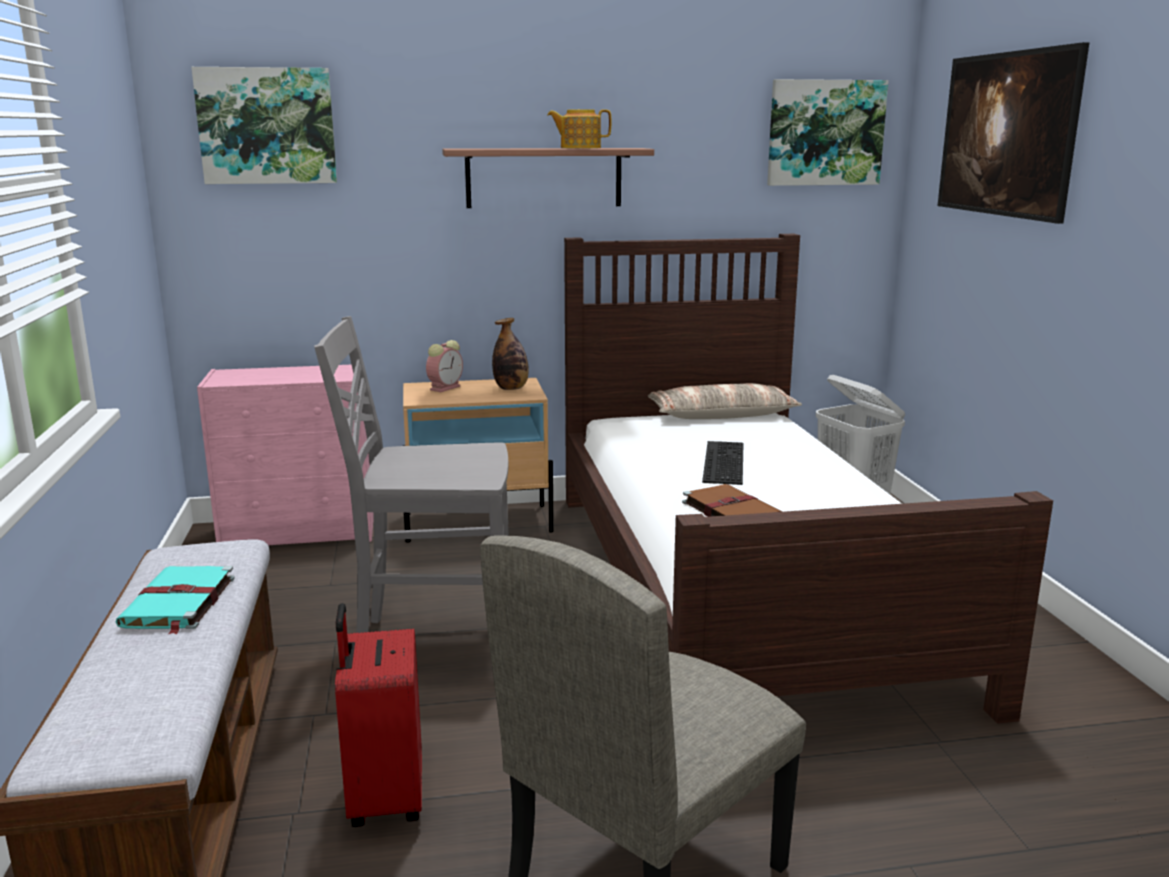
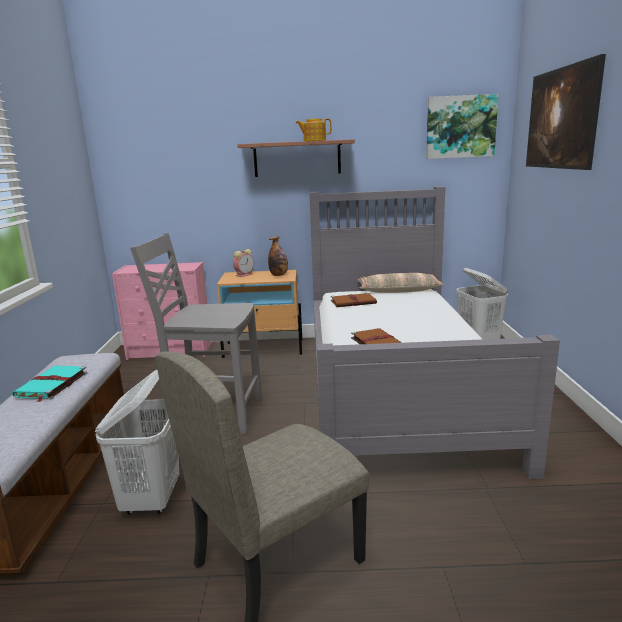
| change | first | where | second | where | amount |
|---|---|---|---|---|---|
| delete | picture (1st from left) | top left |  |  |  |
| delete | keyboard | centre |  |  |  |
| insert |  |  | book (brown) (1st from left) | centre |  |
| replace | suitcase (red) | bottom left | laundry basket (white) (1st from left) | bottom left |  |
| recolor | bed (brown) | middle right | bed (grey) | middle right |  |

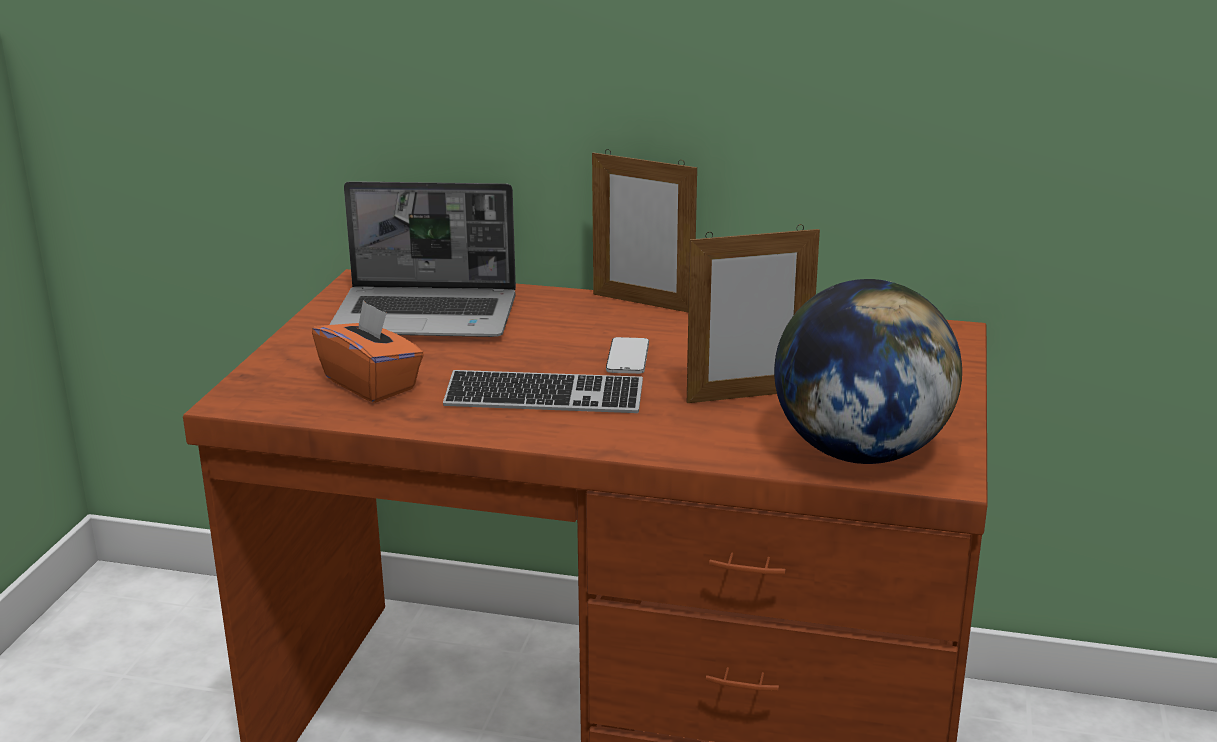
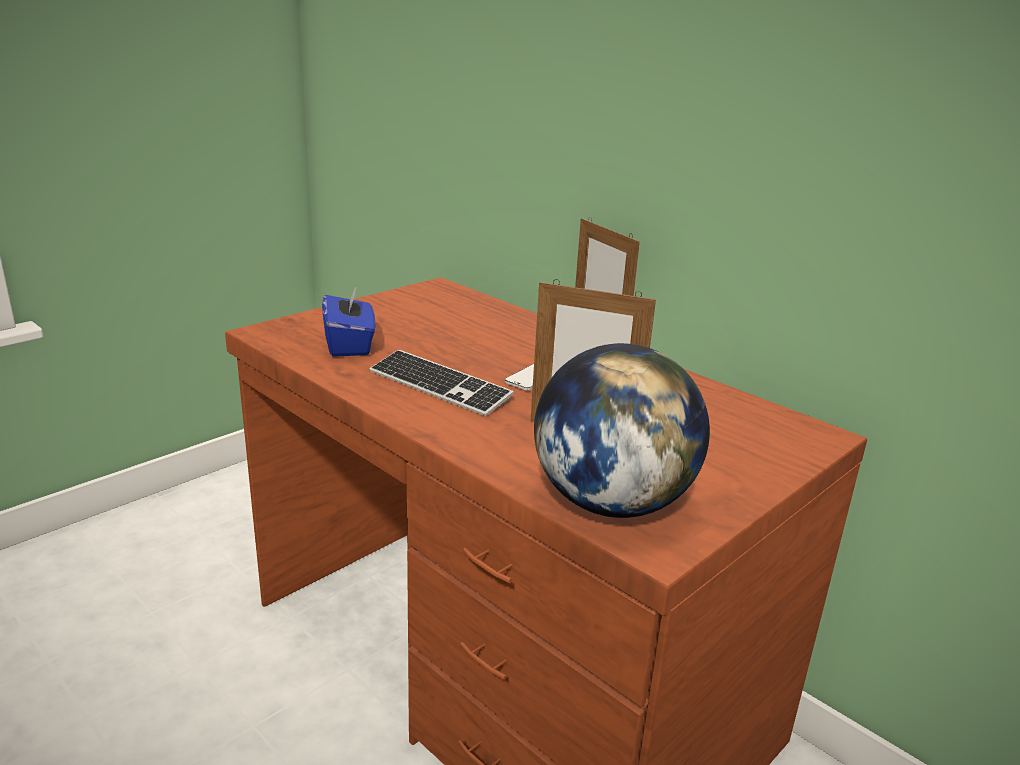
| change | first | where | second | where | amount |
|---|---|---|---|---|---|
| delete | laptop | centre |  |  |  |
| recolor | tissue box (orange) | middle left | tissue box (blue) | centre |  |

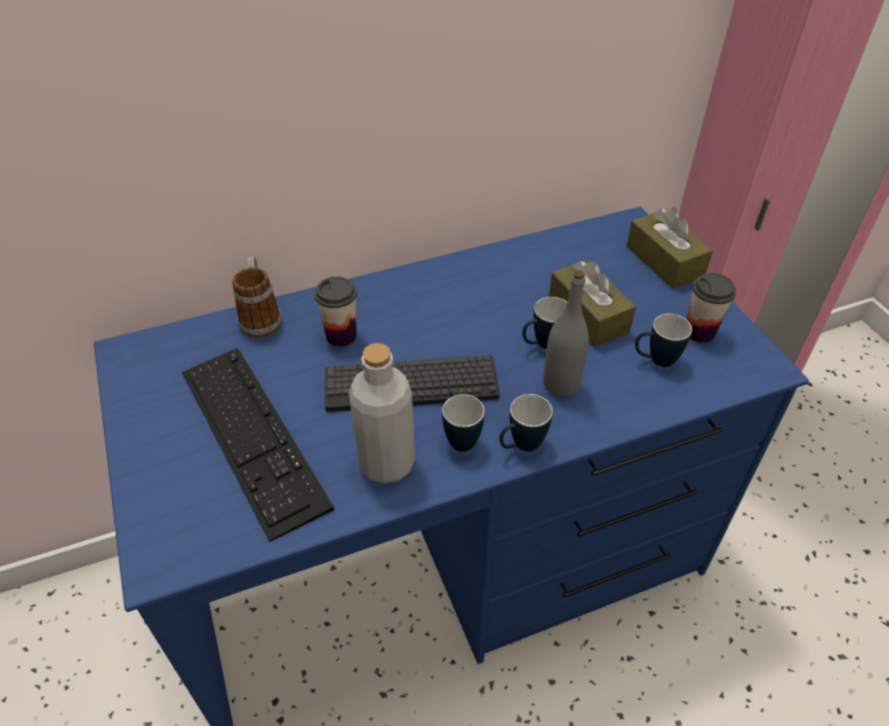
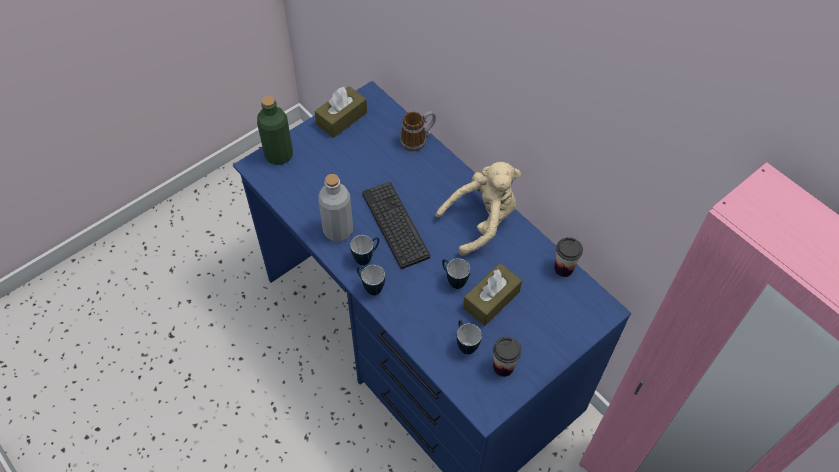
| change | first | where | second | where | amount |
|---|---|---|---|---|---|
| delete | keyboard (1st from left) | middle left |  |  |  |
| delete | bottle (grey) (2nd from left) | centre |  |  |  |
| insert |  |  | bottle (green) | top left |  |
| insert |  |  | plush toy (beige) | centre |  |
| move | cup (1st from left in the first image) | centre | cup (2nd from left) | middle right |  |
| move | tissue box (brown) (2nd from left in the first image) | middle right | tissue box (brown) (1st from left) | top centre |  |

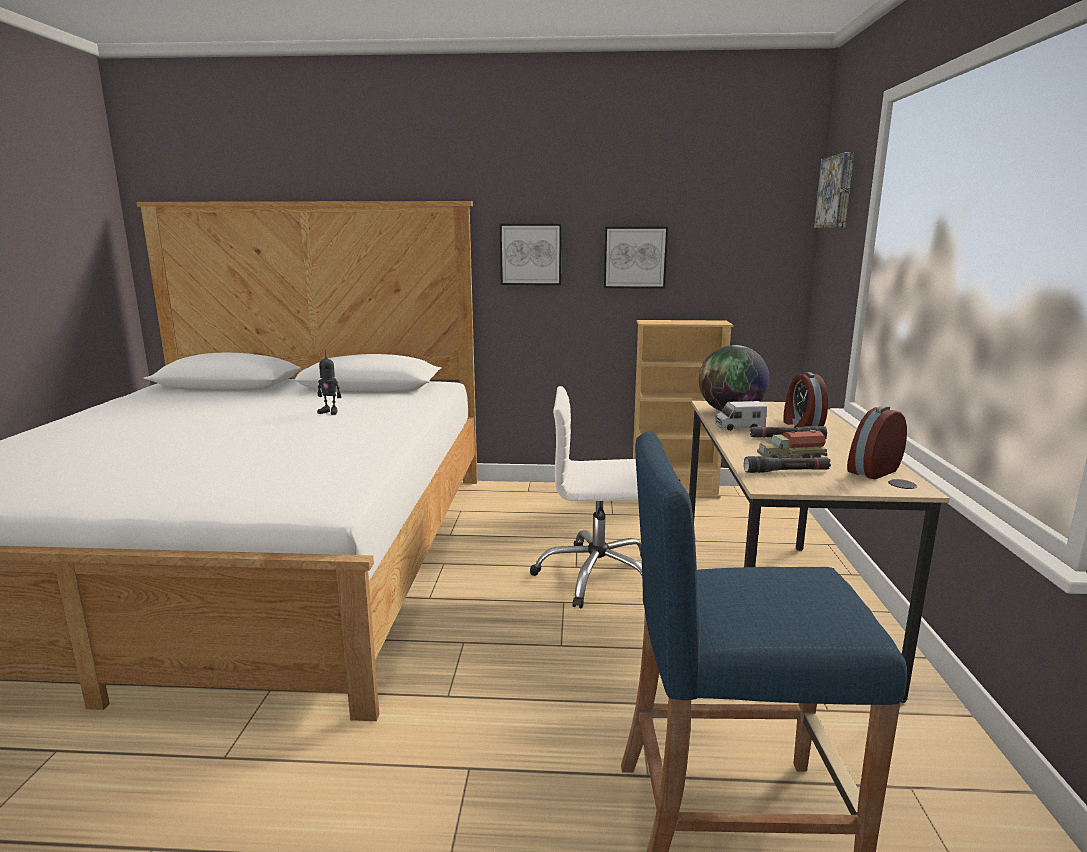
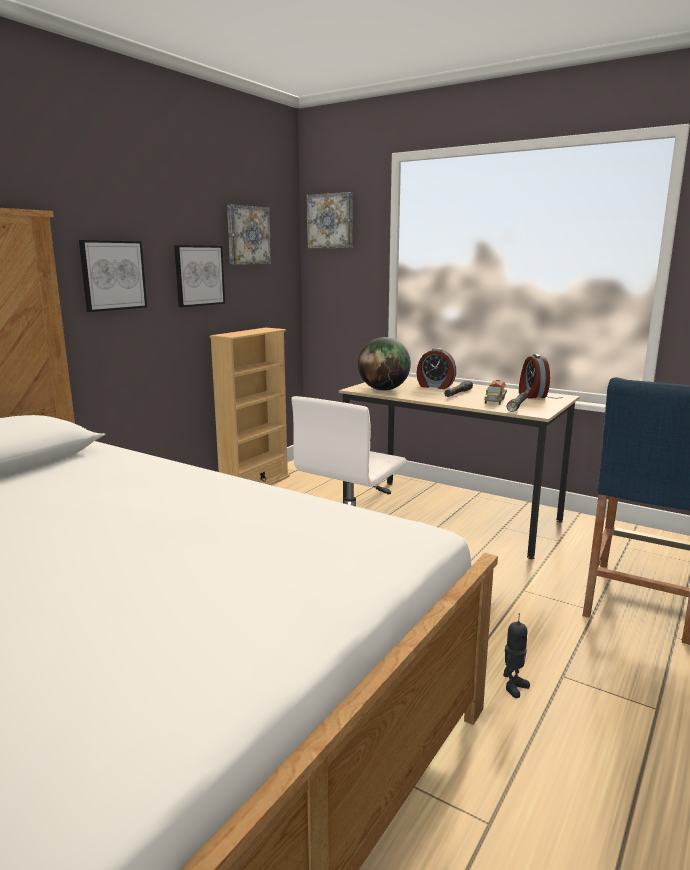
| change | first | where | second | where | amount |
|---|---|---|---|---|---|
| delete | toy truck (1st from left) | middle right |  |  |  |
| insert |  |  | picture (3rd from left) | top centre |  |
| move | toy robot | middle left |  | bottom right |  |

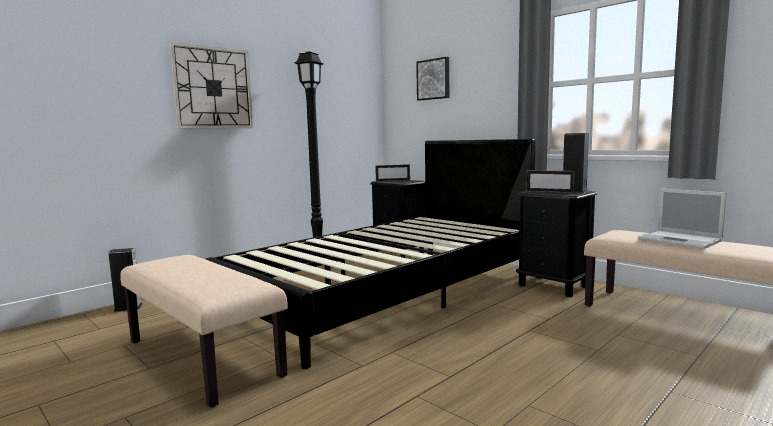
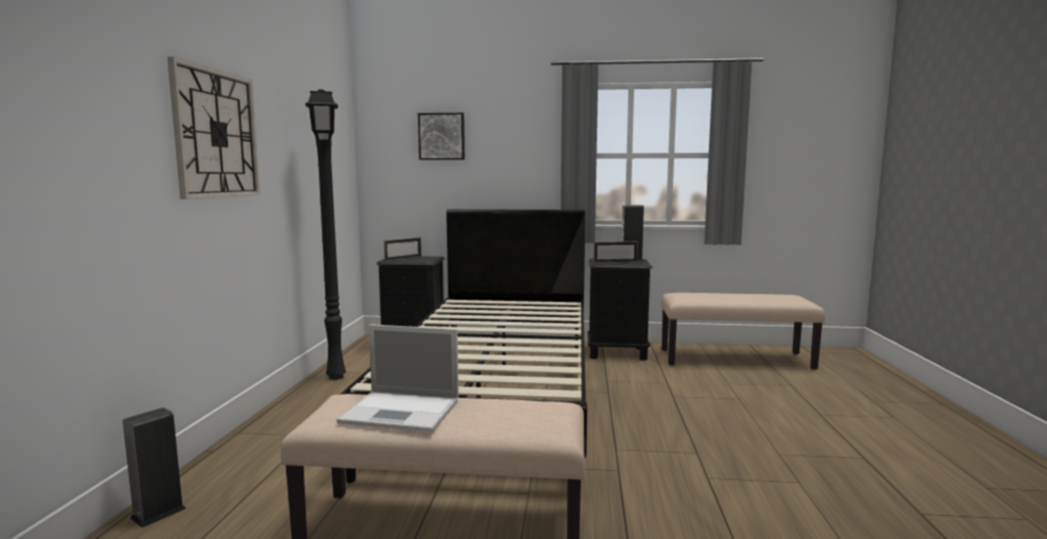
| change | first | where | second | where | amount |
|---|---|---|---|---|---|
| move | laptop | middle right |  | bottom centre |  |

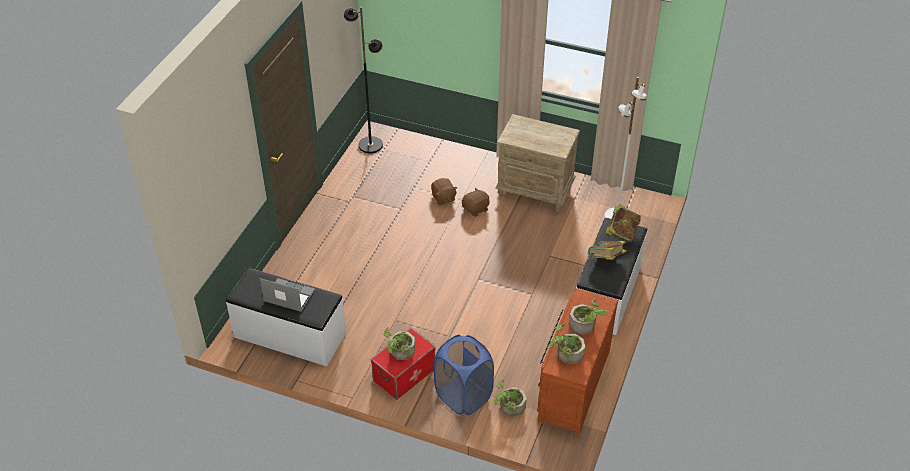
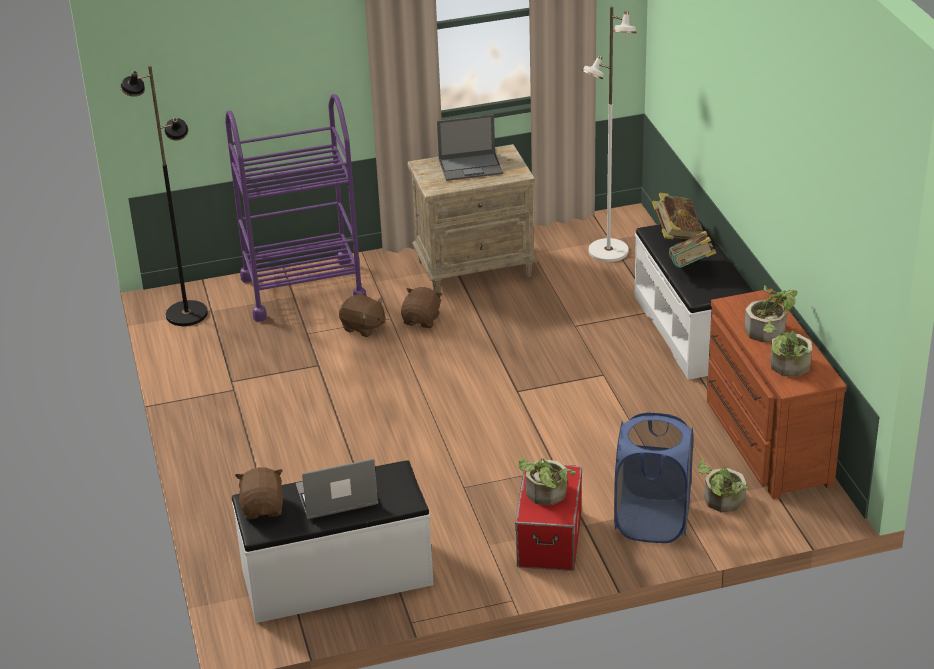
| change | first | where | second | where | amount |
|---|---|---|---|---|---|
| insert |  |  | cart (purple) | top left |  |
| insert |  |  | plush toy (brown) (1st from left) | bottom left |  |
| insert |  |  | laptop (2nd from left) | top centre |  |

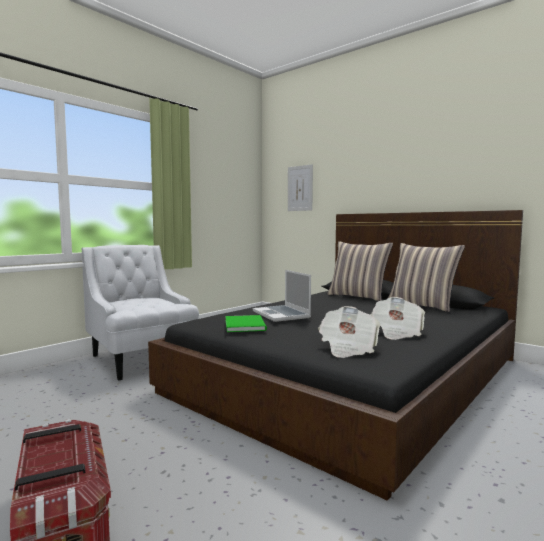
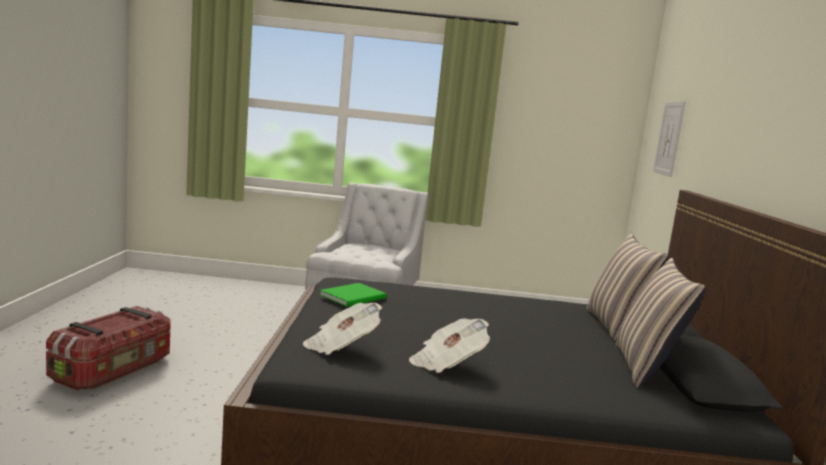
| change | first | where | second | where | amount |
|---|---|---|---|---|---|
| delete | laptop | centre |  |  |  |

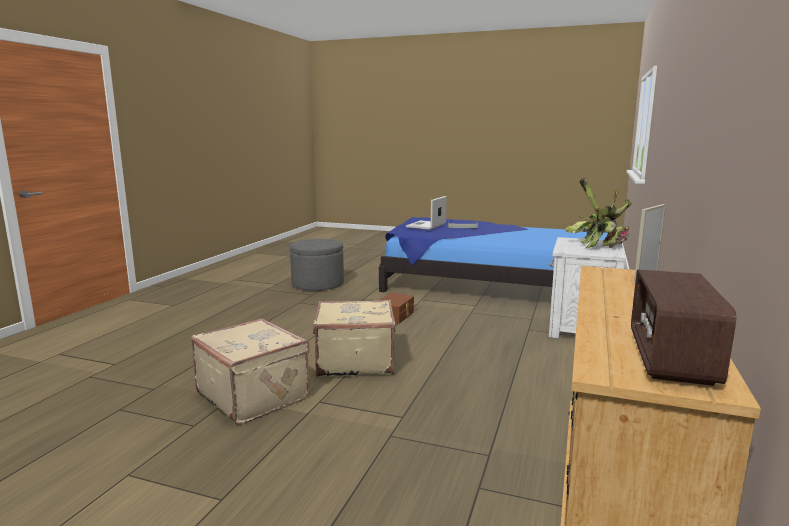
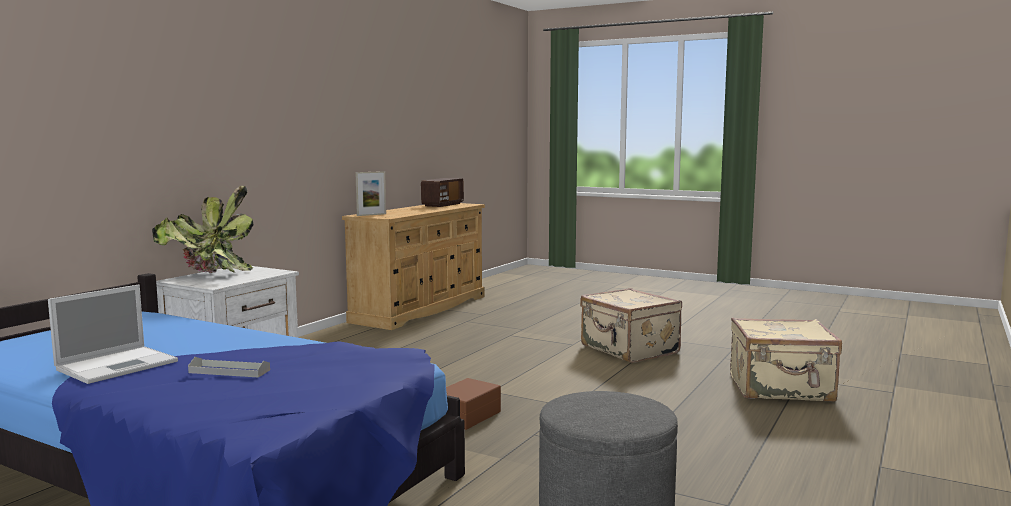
| change | first | where | second | where | amount |
|---|---|---|---|---|---|
| move | suitcase (beige) (2nd from left) | centre |  | bottom right |  |
| move | laptop | centre |  | middle left |  |

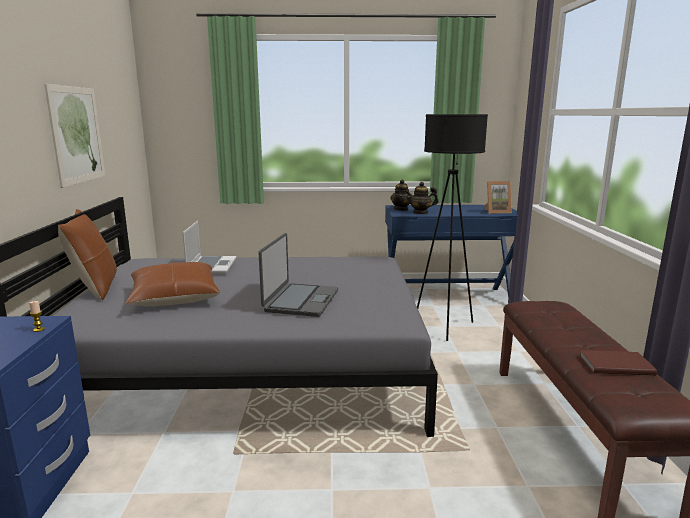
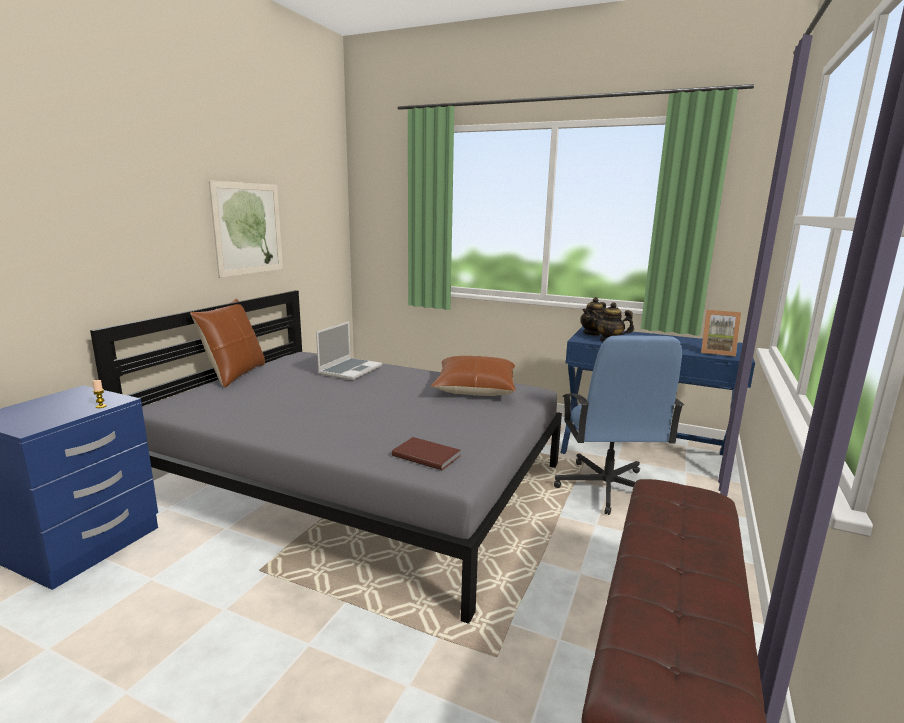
| change | first | where | second | where | amount |
|---|---|---|---|---|---|
| delete | laptop (2nd from left) | centre |  |  |  |
| move | pillow (brown) (2nd from left) | middle left |  | centre |  |
| move | book (brown) | bottom right |  | centre |  |
| replace | floor lamp (black) | centre | office chair (blue) | middle right |  |

